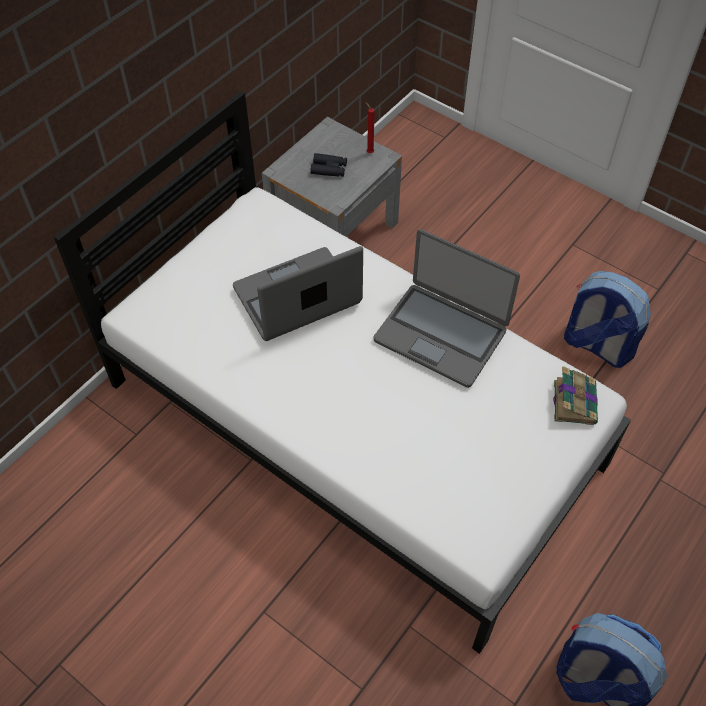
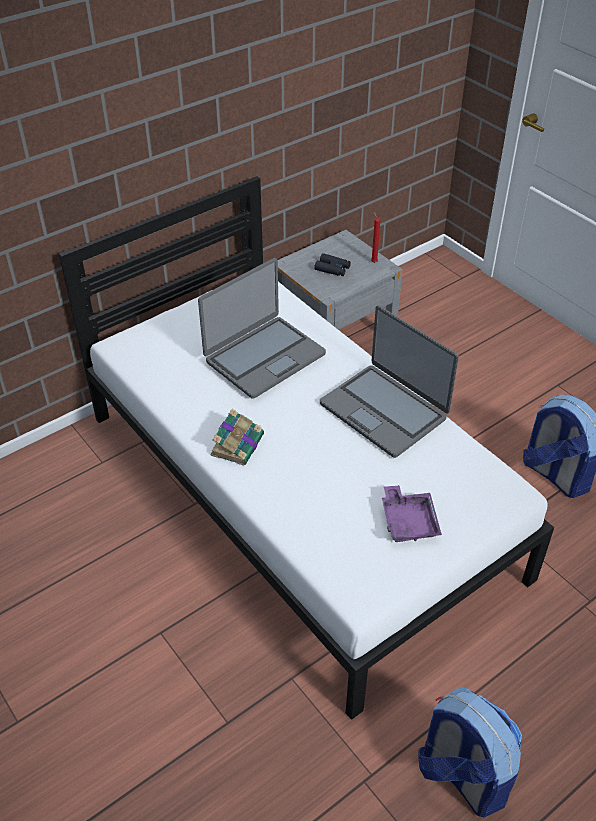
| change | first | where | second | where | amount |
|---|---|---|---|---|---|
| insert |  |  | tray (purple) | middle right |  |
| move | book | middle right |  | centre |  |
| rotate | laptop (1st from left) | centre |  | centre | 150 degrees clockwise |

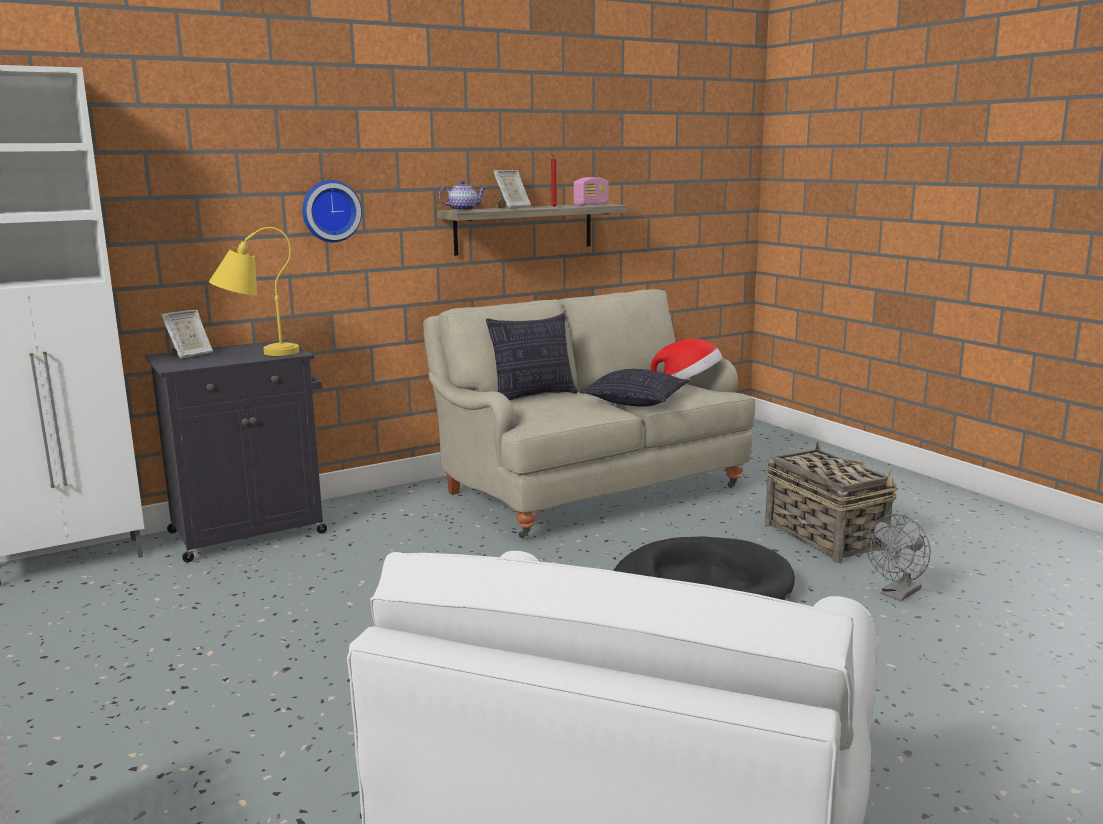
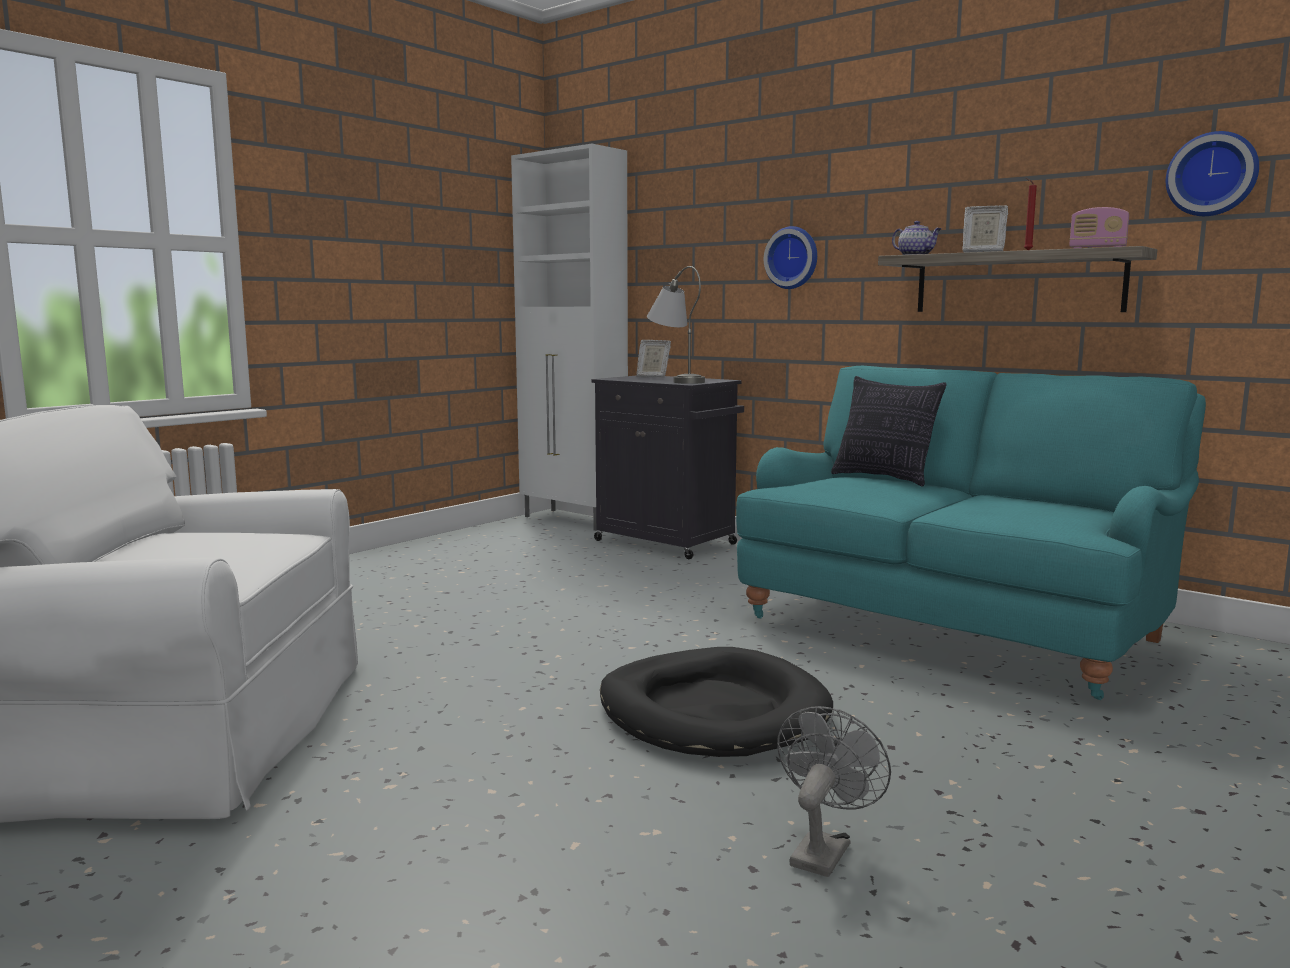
| change | first | where | second | where | amount |
|---|---|---|---|---|---|
| delete | pillow (2nd from left) | centre |  |  |  |
| delete | hat | centre |  |  |  |
| delete | basket | middle right |  |  |  |
| insert |  |  | wall clock (2nd from left) | top right |  |
| recolor | table lamp (yellow) | middle left | table lamp (grey) | centre |  |
| recolor | sofa (beige) | centre | sofa (turquoise) | middle right |  |
| rotate | fan (grey) | bottom right |  | bottom centre | 90 degrees clockwise |

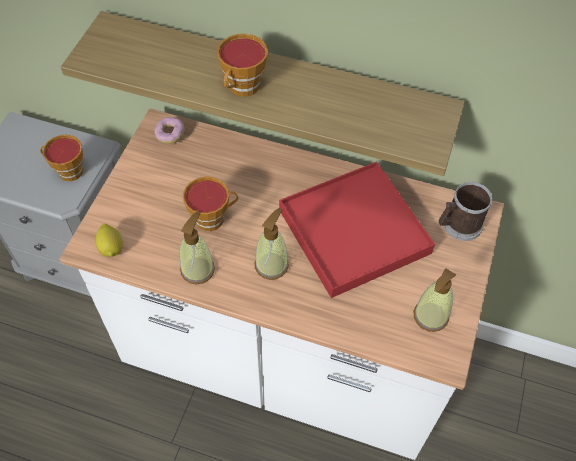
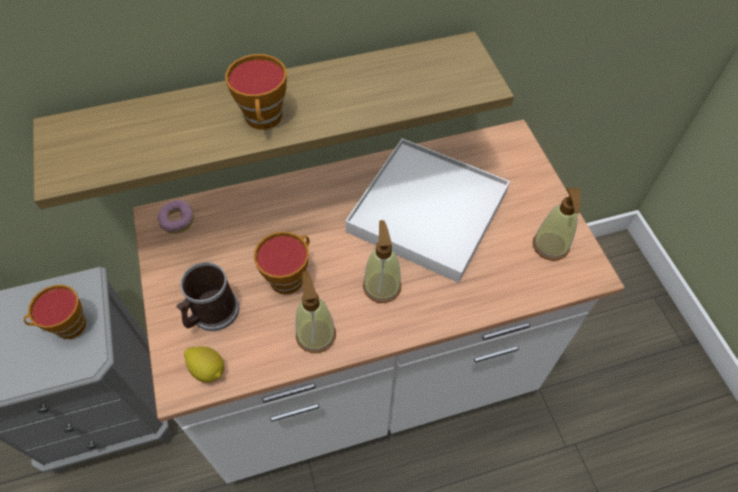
| change | first | where | second | where | amount |
|---|---|---|---|---|---|
| move | mug | middle right |  | middle left |  |
| recolor | tray (red) | centre | tray (white) | centre |  |

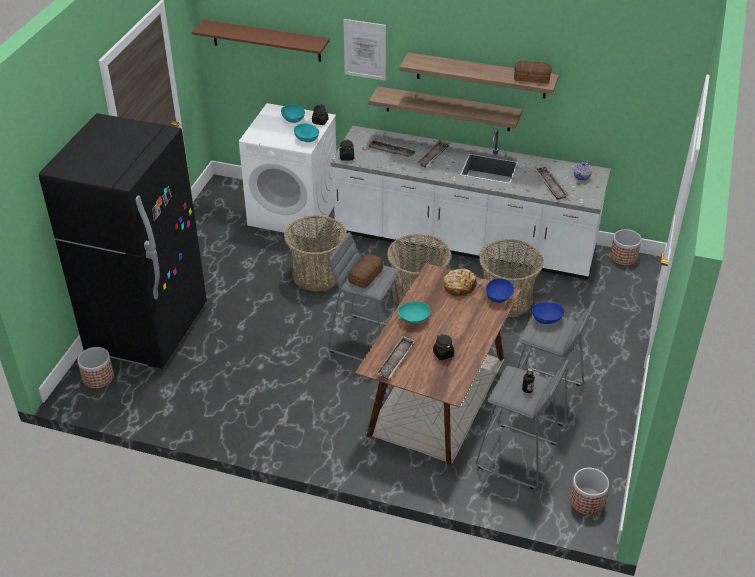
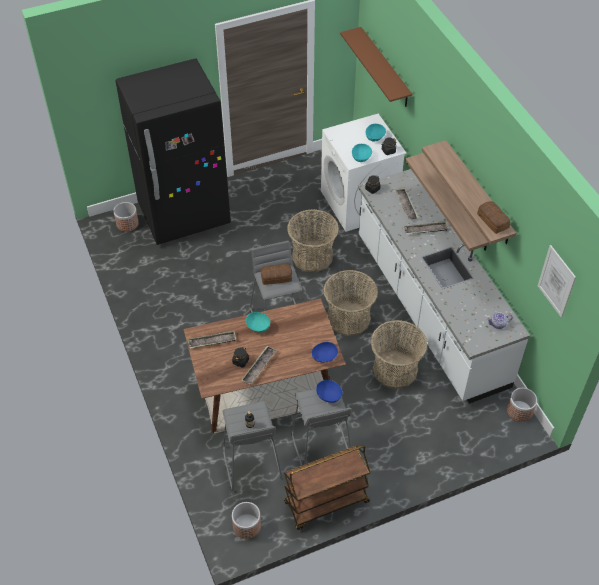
| change | first | where | second | where | amount |
|---|---|---|---|---|---|
| delete | bread (2nd from left) | centre |  |  |  |
| insert |  |  | cart (brown) | bottom centre |  |
| move | picture | top centre |  | middle right |  |
| move | tray (4th from left in the first image) | top right | tray (2nd from left) | centre |  |

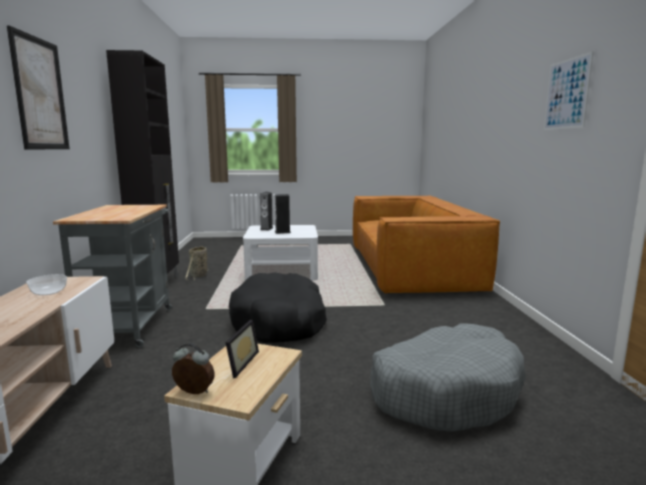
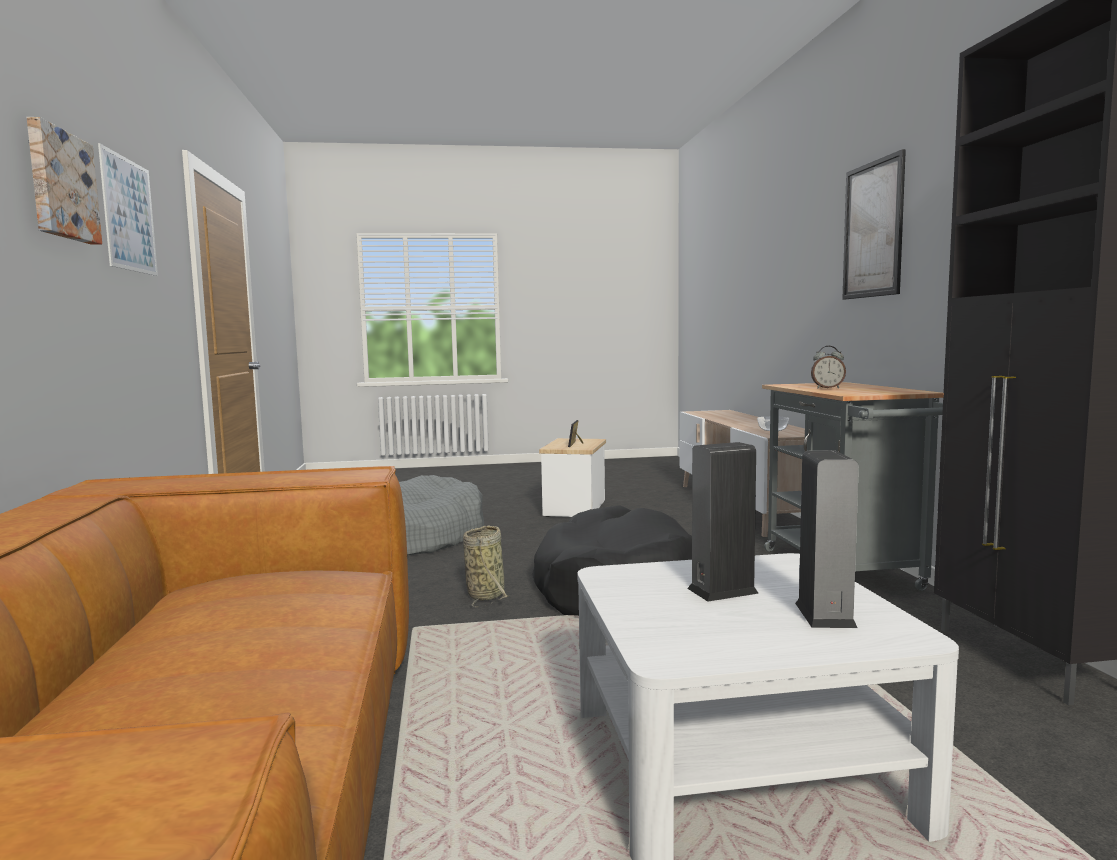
| change | first | where | second | where | amount |
|---|---|---|---|---|---|
| insert |  |  | picture (1st from left) | top left |  |
| move | alarm clock | bottom left |  | middle right |  |
| move | basket | middle left |  | centre |  |

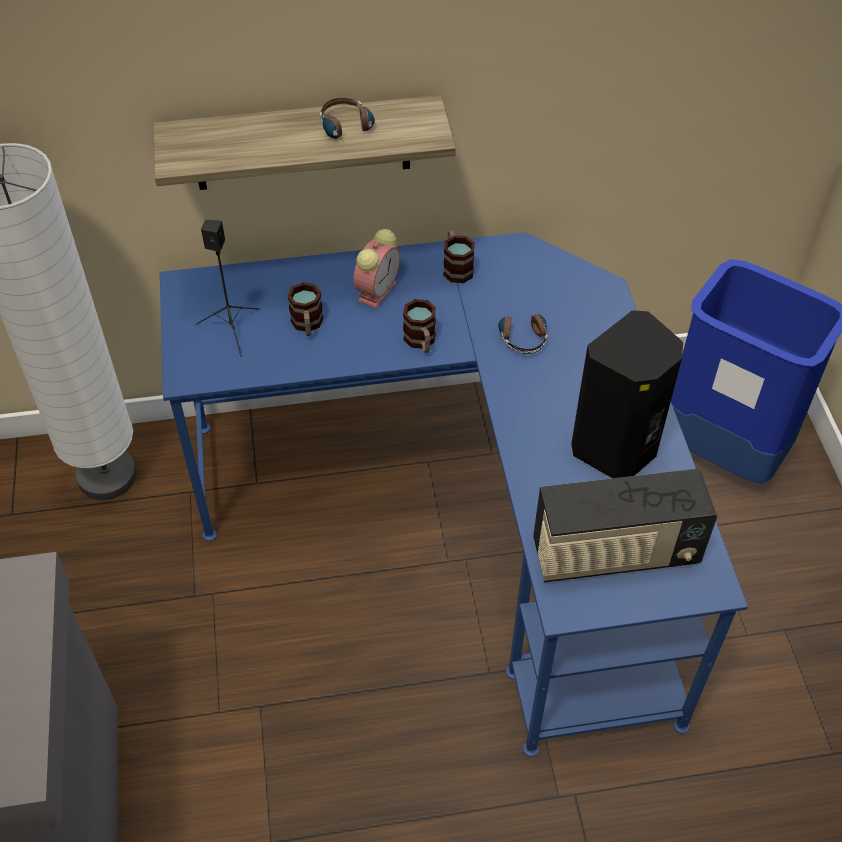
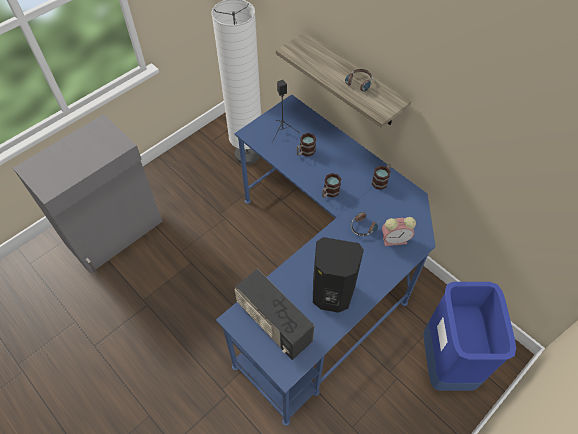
| change | first | where | second | where | amount |
|---|---|---|---|---|---|
| move | alarm clock | top centre |  | middle right |  |

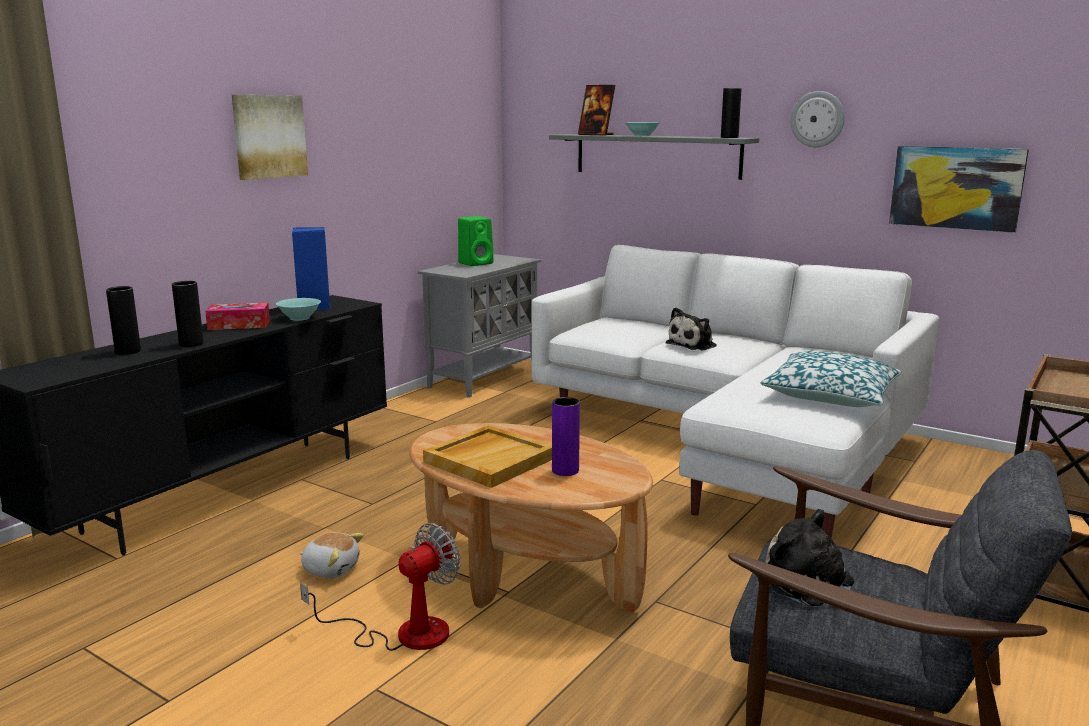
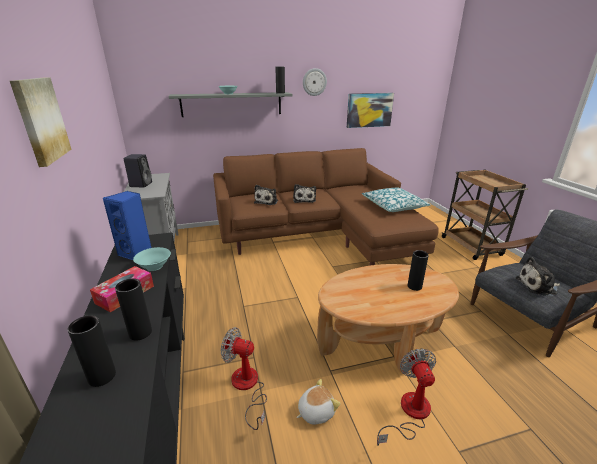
| change | first | where | second | where | amount |
|---|---|---|---|---|---|
| delete | tray (beige) | centre |  |  |  |
| delete | picture frame | top centre |  |  |  |
| insert |  |  | fan (1st from left) | bottom centre |  |
| insert |  |  | plush toy (1st from left) | centre |  |
| recolor | speaker (green) | top centre | speaker (black) | middle left |  |
| recolor | sofa (white) | middle right | sofa (brown) | centre |  |
| recolor | vase (purple) | centre | vase (black) (4th from left) | middle right |  |

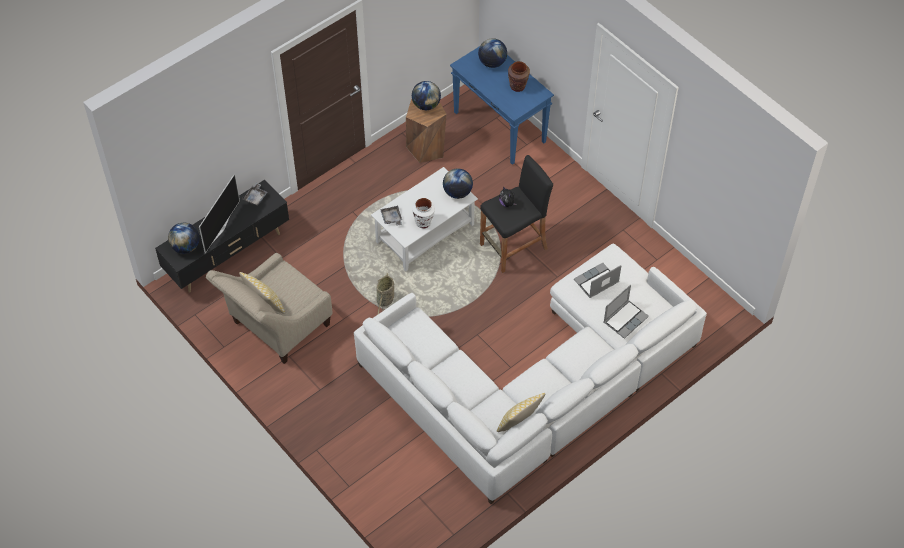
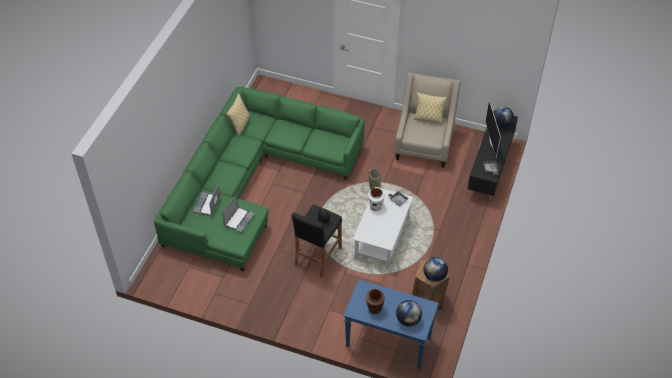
| change | first | where | second | where | amount |
|---|---|---|---|---|---|
| delete | globe (3rd from left) | centre |  |  |  |
| recolor | sofa (white) | bottom centre | sofa (green) | centre |  |

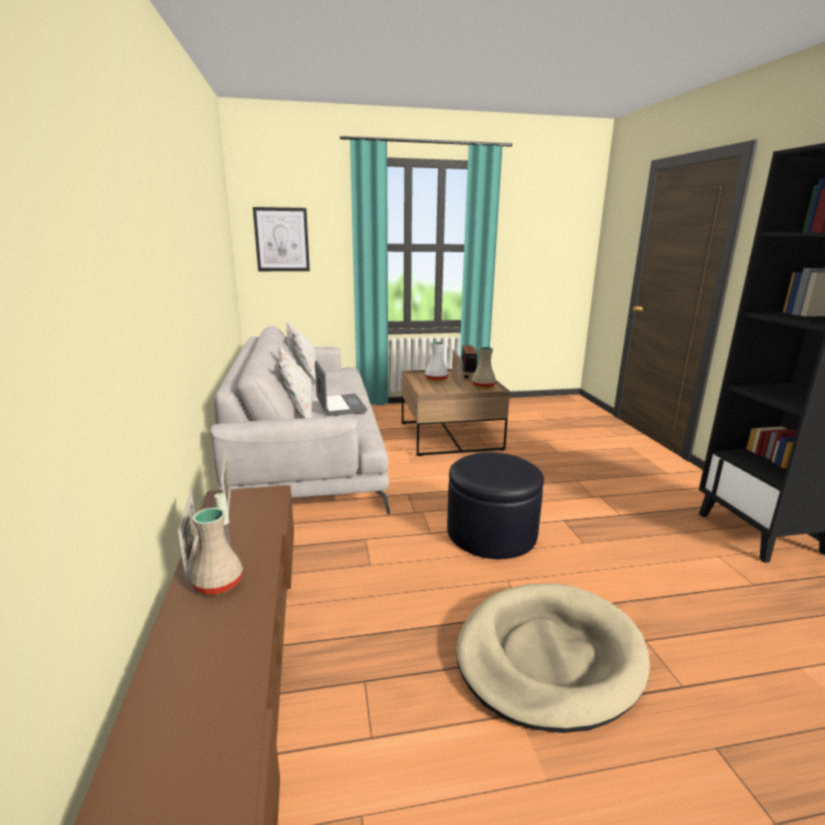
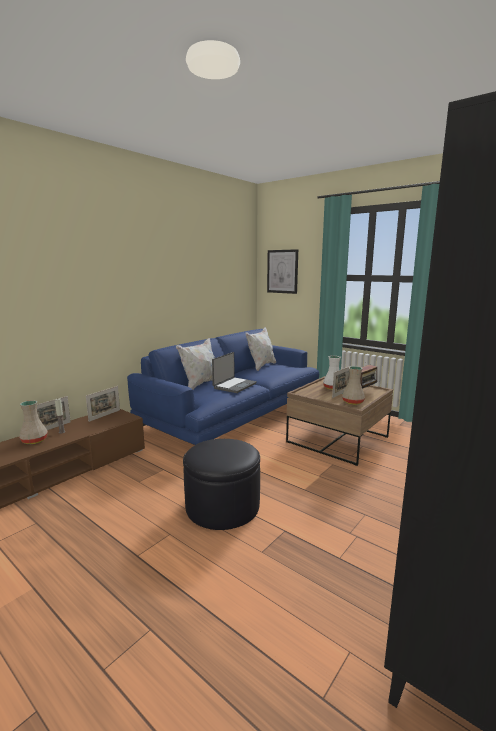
| change | first | where | second | where | amount |
|---|---|---|---|---|---|
| delete | dog bed (beige) | bottom right |  |  |  |
| recolor | sofa (grey) | centre | sofa (blue) | centre |  |

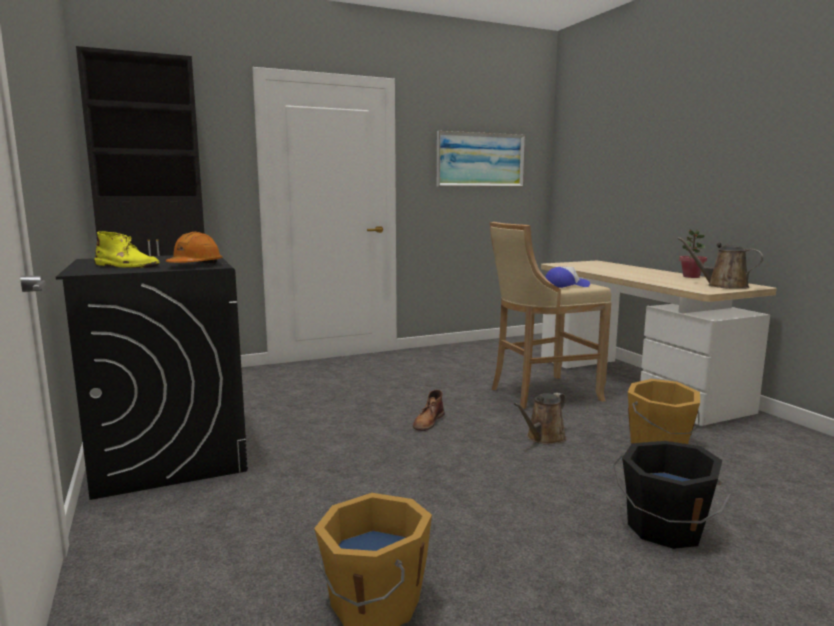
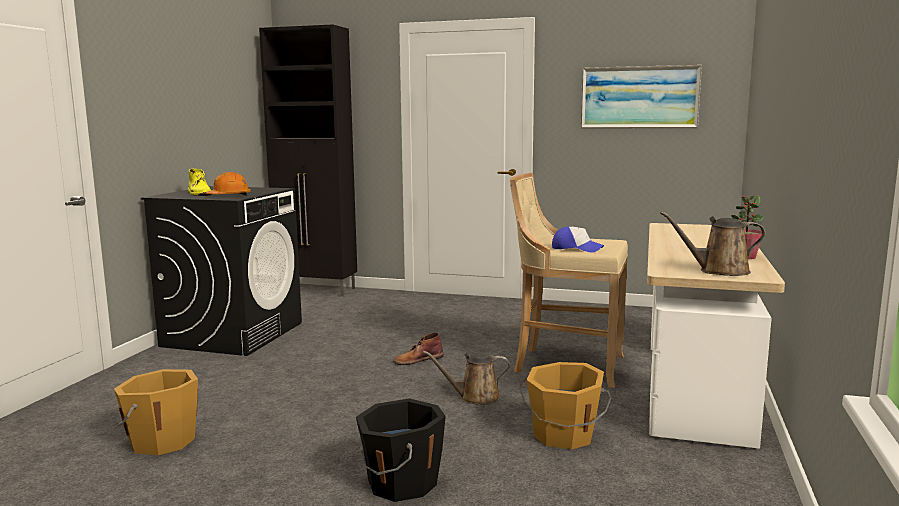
| change | first | where | second | where | amount |
|---|---|---|---|---|---|
| rotate | watering can (brown) (2nd from left) | middle right |  | middle right | 75 degrees counterclockwise |

